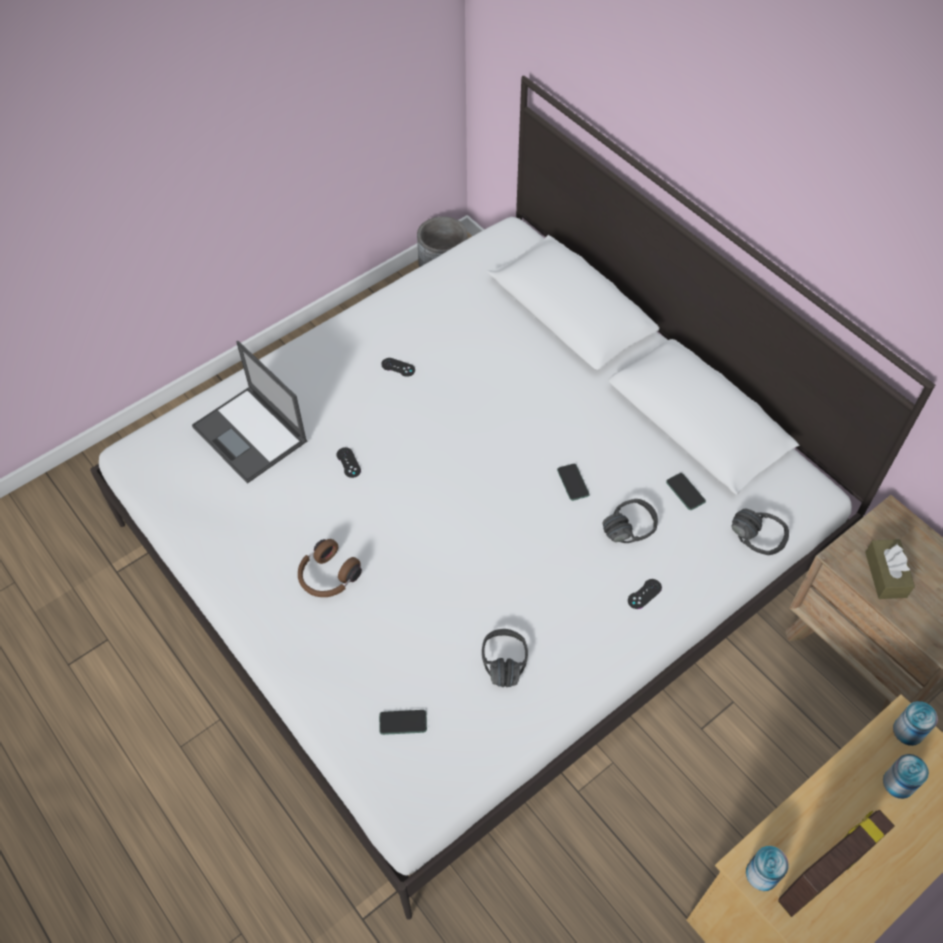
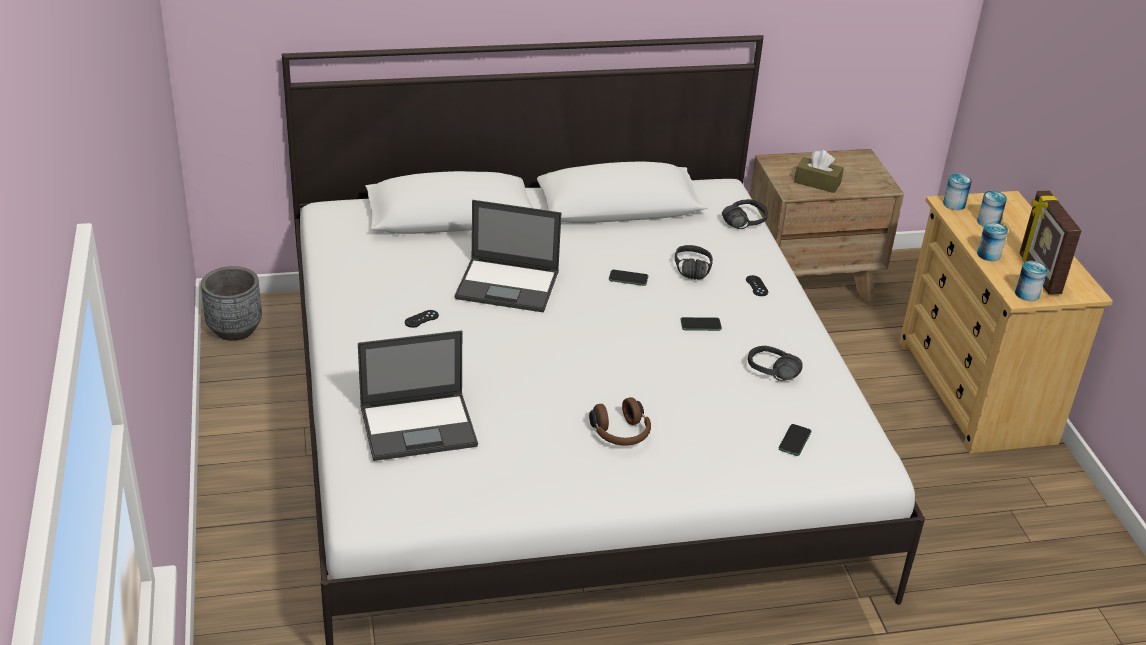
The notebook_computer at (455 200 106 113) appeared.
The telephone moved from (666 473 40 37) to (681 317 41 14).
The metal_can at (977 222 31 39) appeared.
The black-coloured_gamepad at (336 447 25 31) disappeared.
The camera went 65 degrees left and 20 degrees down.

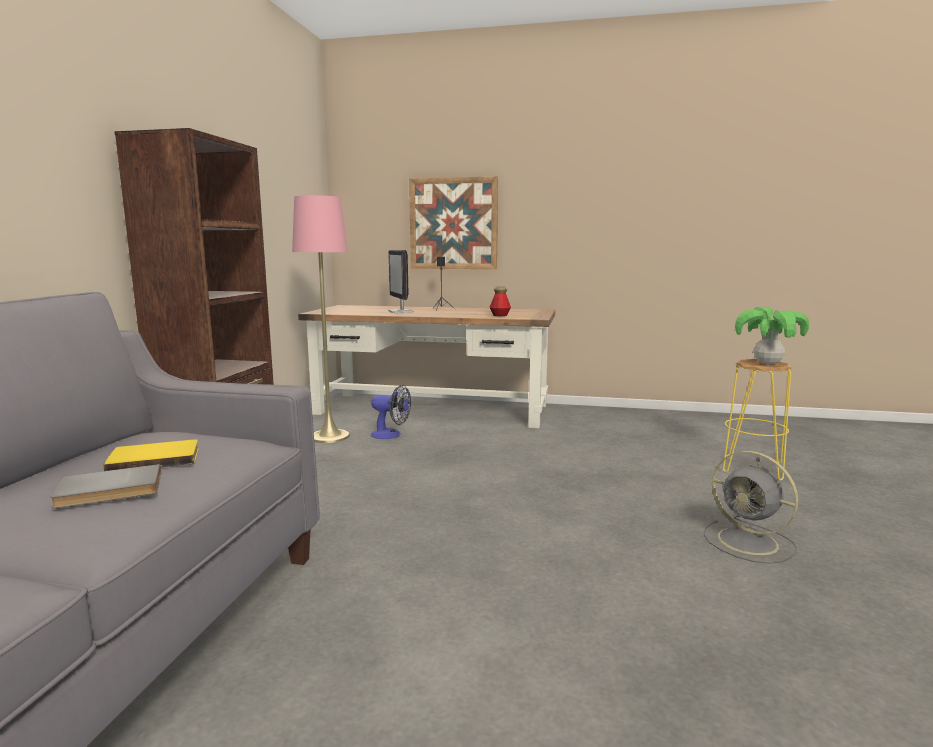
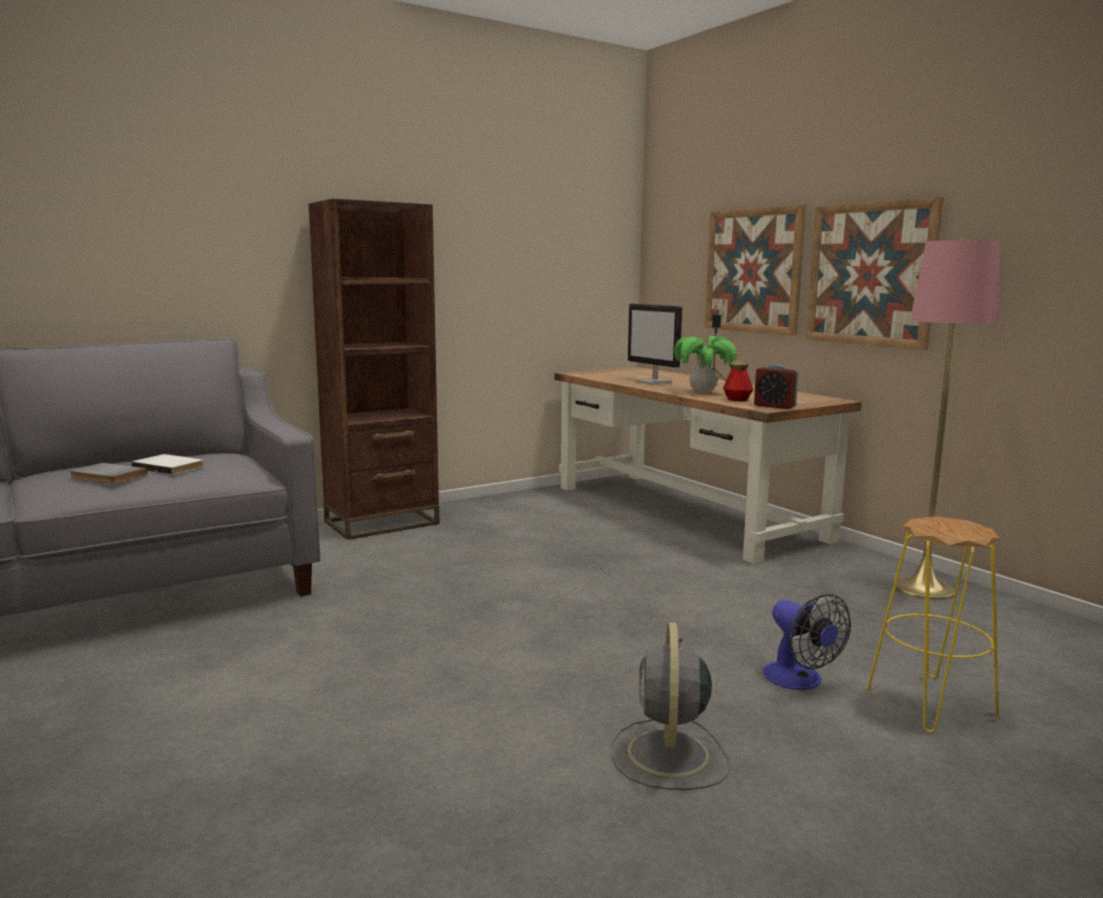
The yellowish_volume at (103 439 96 32) became the white-coloured_volume at (131 454 73 21).
The computer_display at (388 250 26 63) turned 60 degrees counterclockwise.
The potted_plant moved from (735 307 74 58) to (674 336 63 57).
The table_clock at (754 364 45 45) appeared.
The cooling_fan moved from (371 385 40 54) to (763 594 88 96).
The wall_art at (806 197 138 153) appeared.
The pink_standard_lamp moved from (292 195 58 248) to (893 238 106 362).
The camera went 45 degrees right and 0 degrees up.

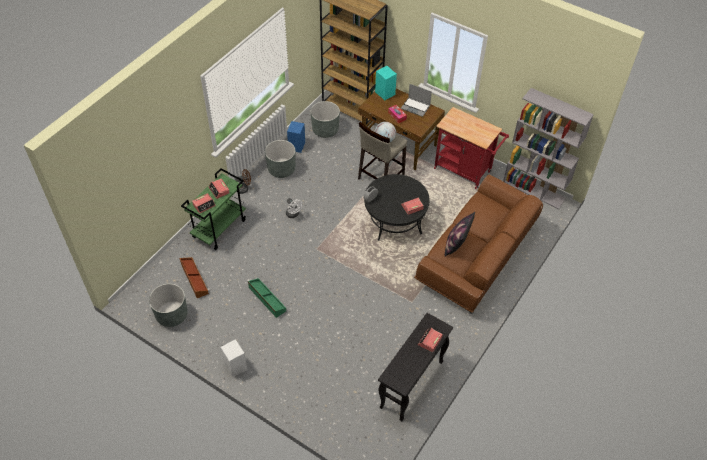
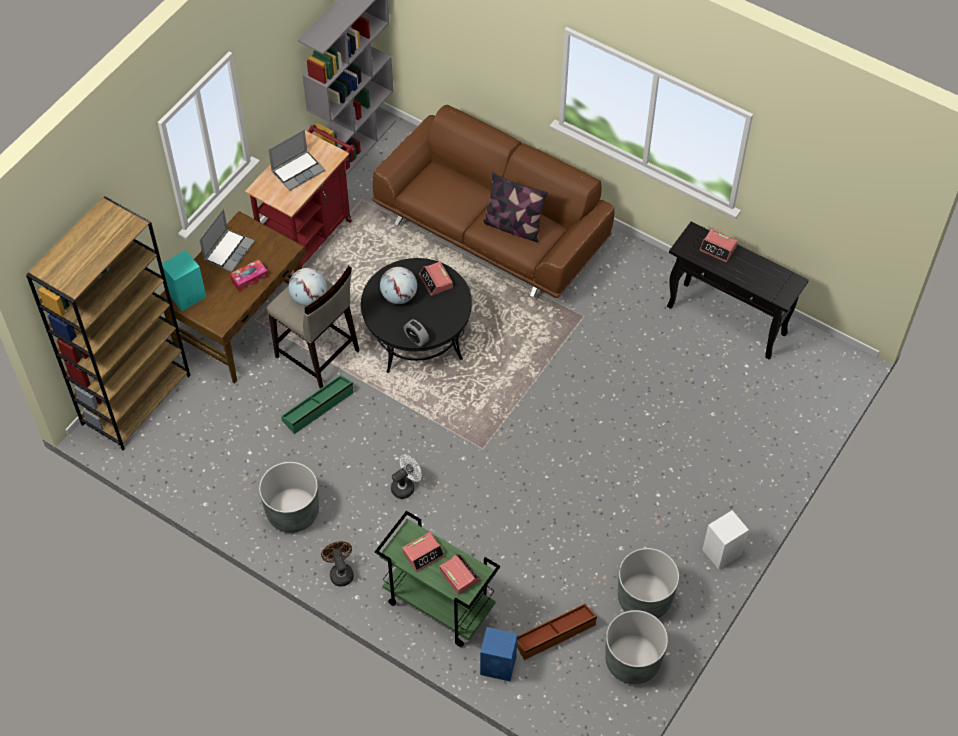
The notebook_computer at (268 129 57 62) appeared.
The green_storage_bin moved from (248 278 38 40) to (281 375 73 59).
The world_globe at (380 267 37 37) appeared.
The blue_loudspeaker moved from (287 121 18 32) to (480 627 37 54).
The greyish_planter moved from (310 101 30 37) to (618 548 61 70).
The camera went 90 degrees left and 5 degrees up.

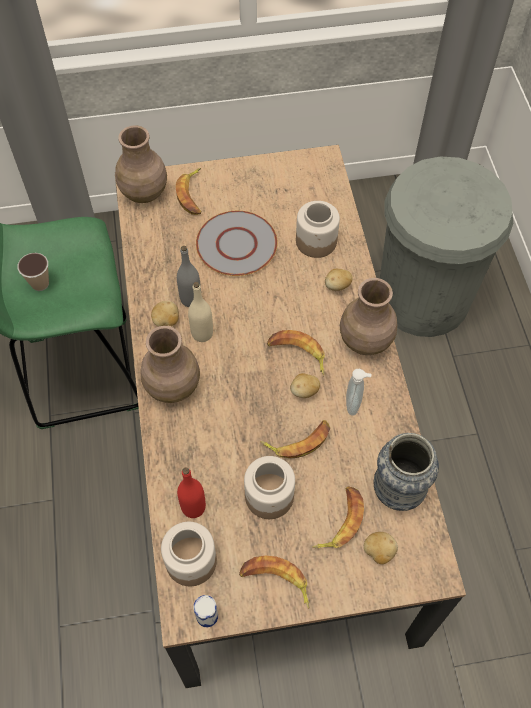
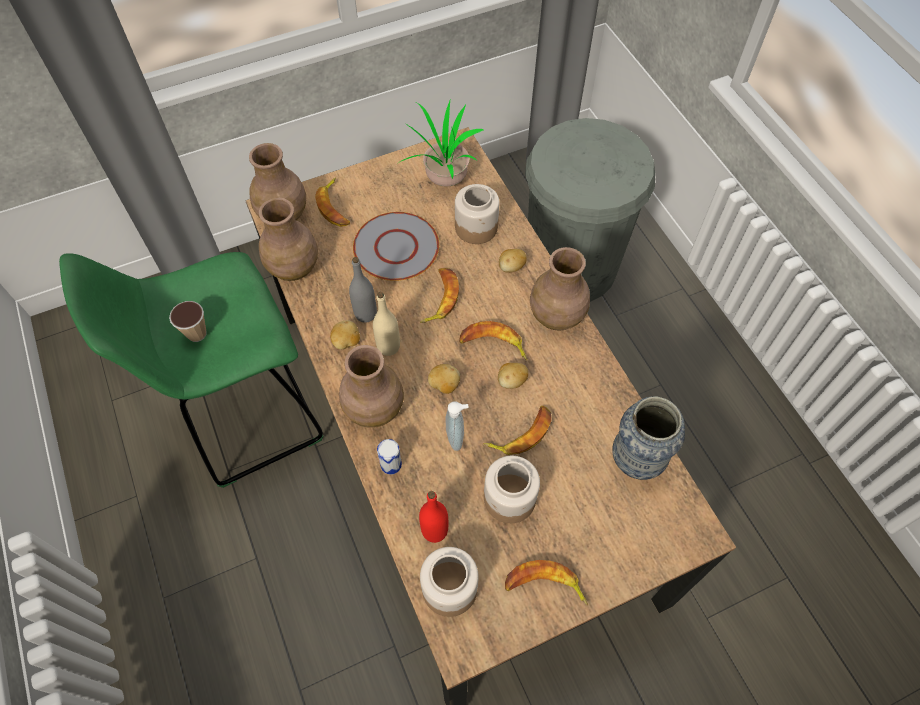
The brownish_flower_vase at (259 198 59 83) appeared.
The metal_can moved from (193 595 25 32) to (377 439 25 36).
The potted_plant at (398 101 86 86) appeared.
The banana_fruit moved from (313 486 51 62) to (420 268 39 55).
The whole_potato moved from (364 532 34 32) to (428 364 32 30).
The soap_dispenser moved from (346 369 25 47) to (446 401 23 50).
The camera went 15 degrees left and 0 degrees up.

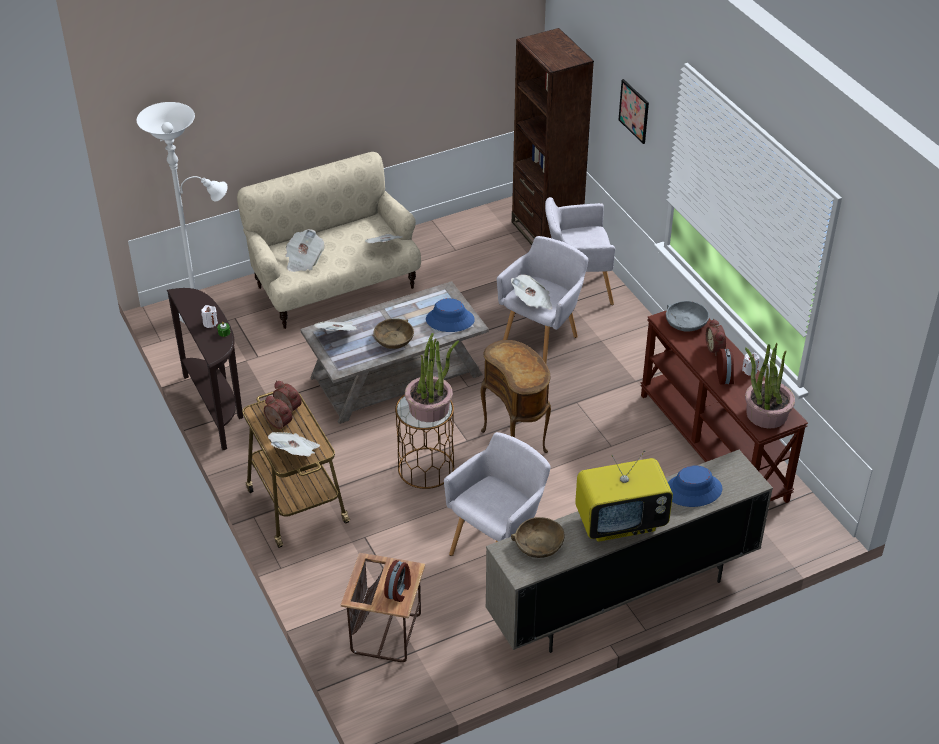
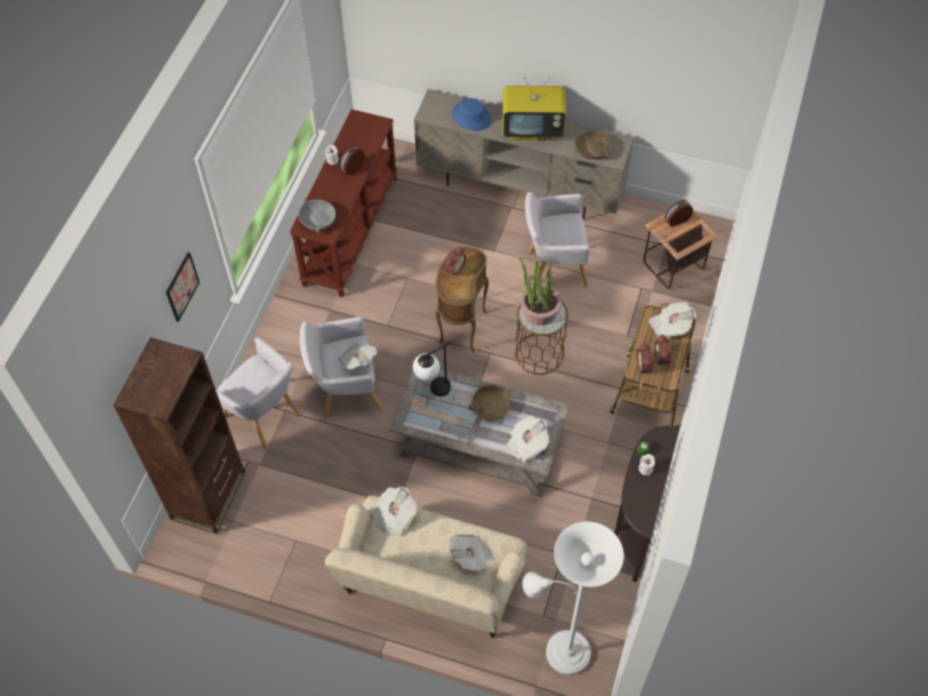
The blue_clothing_hat at (426 298 49 34) was replaced by the tabletop_lamp at (413 341 39 55).
The table_clock moved from (706 319 20 36) to (444 246 22 30).
The television at (575 450 98 92) turned 150 degrees clockwise.
The potted_plant at (745 343 50 85) disappeared.
The camera went 135 degrees left and 15 degrees up.

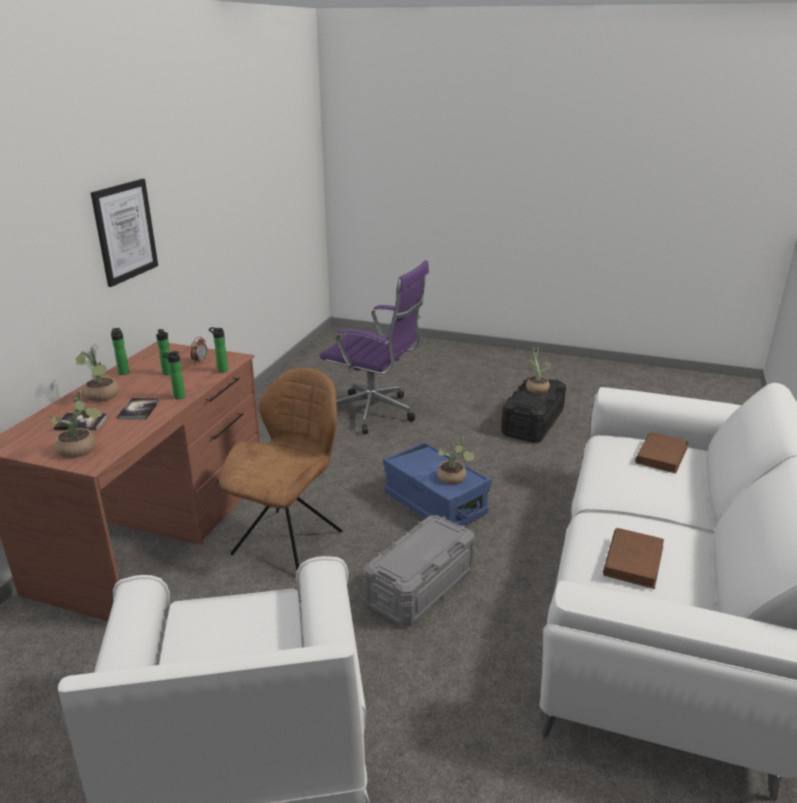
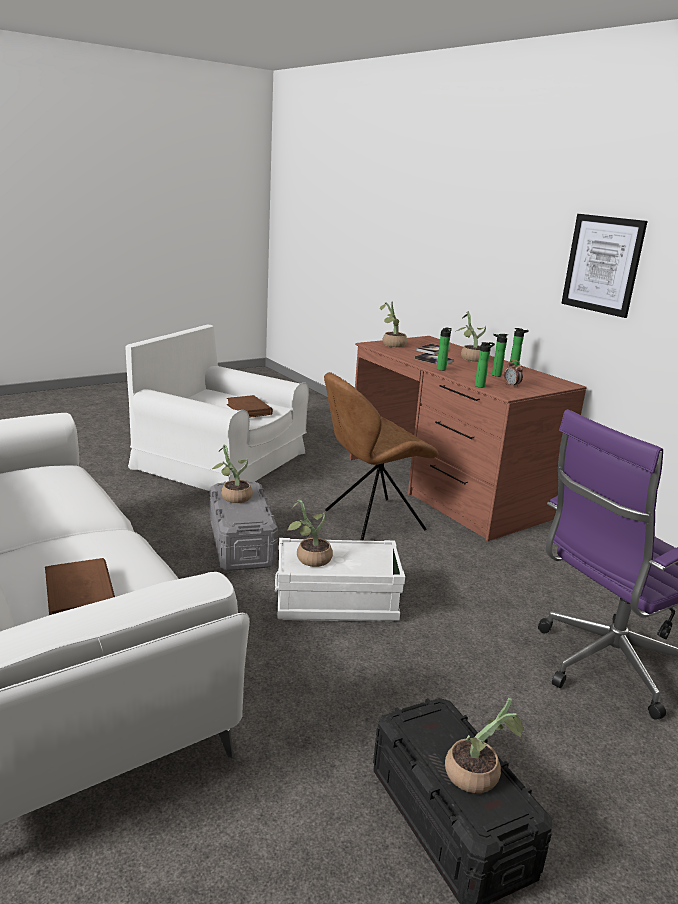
The potted_plant at (210 444 43 59) appeared.
The brownish_volume moved from (603 528 61 61) to (227 395 46 23).
The blue_storage_bin at (383 441 108 85) became the white-coloured_storage_bin at (275 538 130 83).
The brownish_upright_chair at (219 368 123 202) turned 90 degrees clockwise.
The camera went 125 degrees right and 5 degrees down.

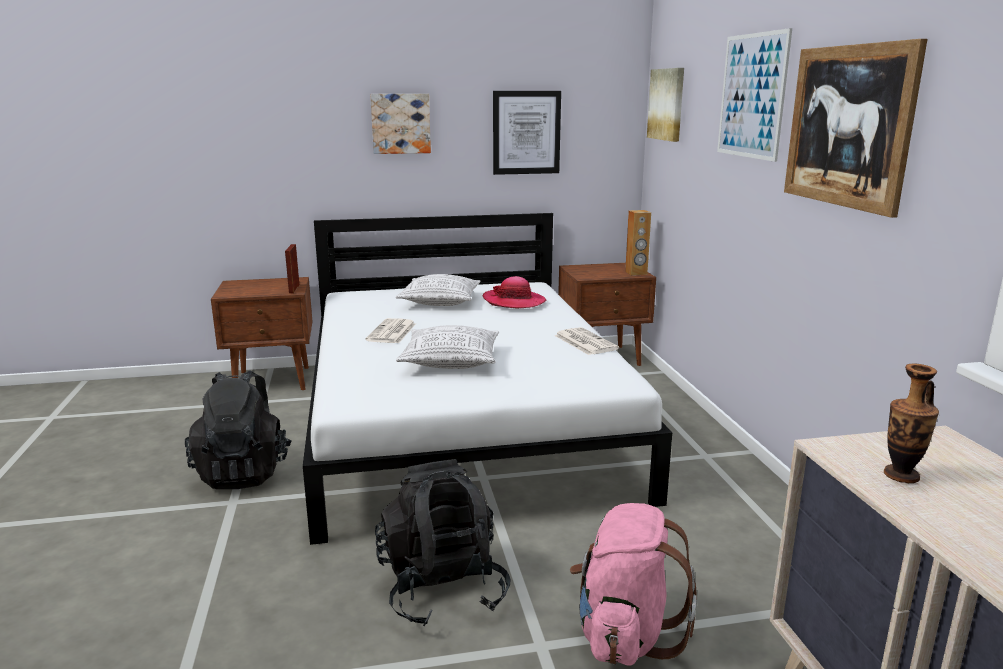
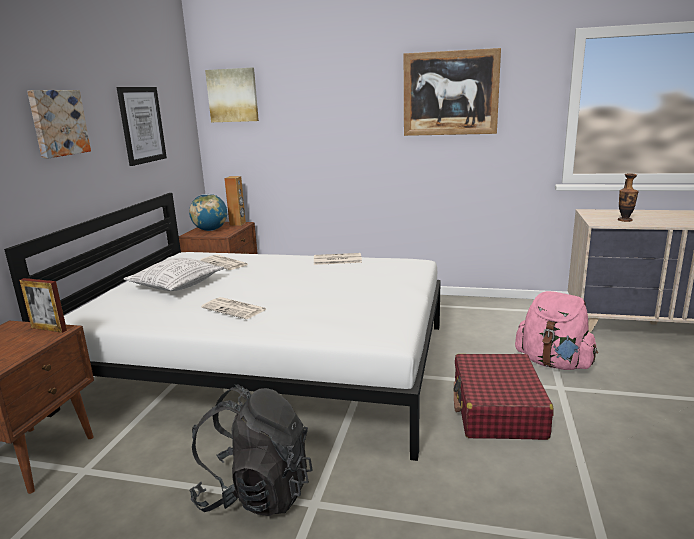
The world_globe at (189 194 38 37) appeared.
The clothing_hat at (483 276 63 33) was replaced by the daily_paper at (200 255 49 15).
The black-coloured_backpack at (375 459 136 167) was replaced by the red-coloured_travel_case at (454 354 100 86).
The cushion at (396 325 103 44) disappeared.
The wall_art at (717 28 75 134) disappeared.
The camera went 65 degrees left and 0 degrees up.

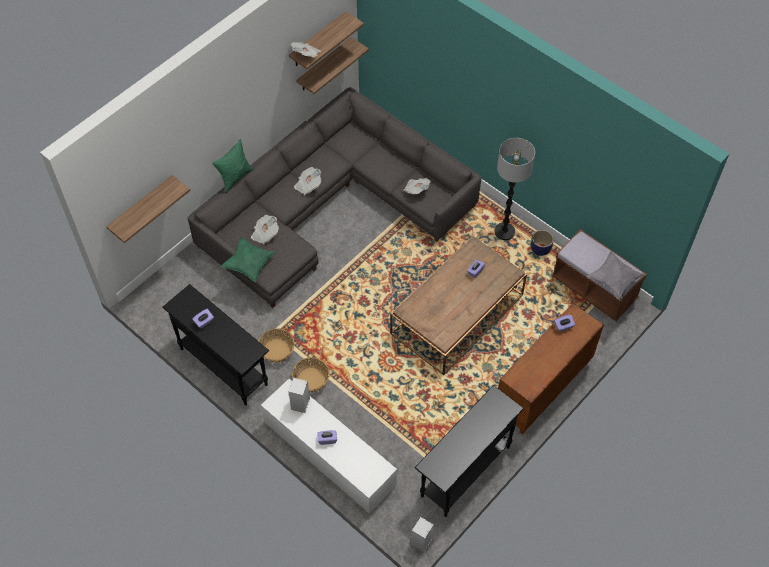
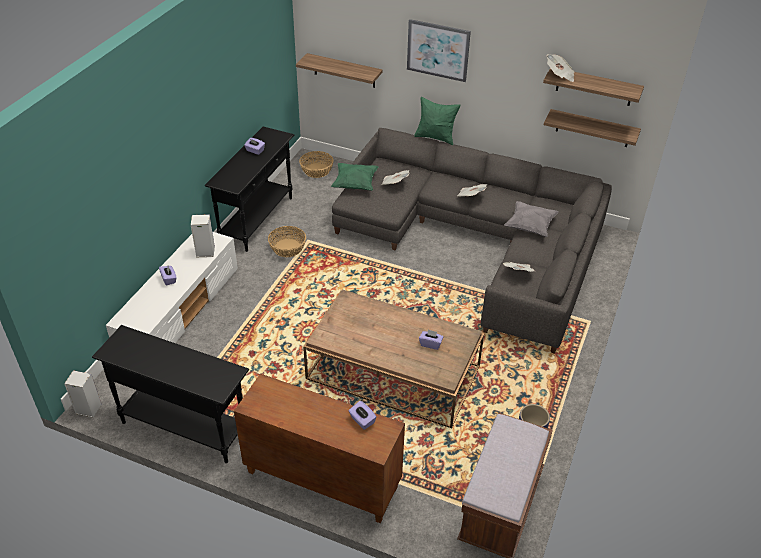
The basket moved from (292 357 38 35) to (299 151 35 27).
The wall_art at (407 19 64 63) appeared.
The greyish_cushion moved from (587 251 57 50) to (504 201 55 36).
The standard_lamp at (495 138 40 102) disappeared.
The camera went 70 degrees right and 15 degrees down.

